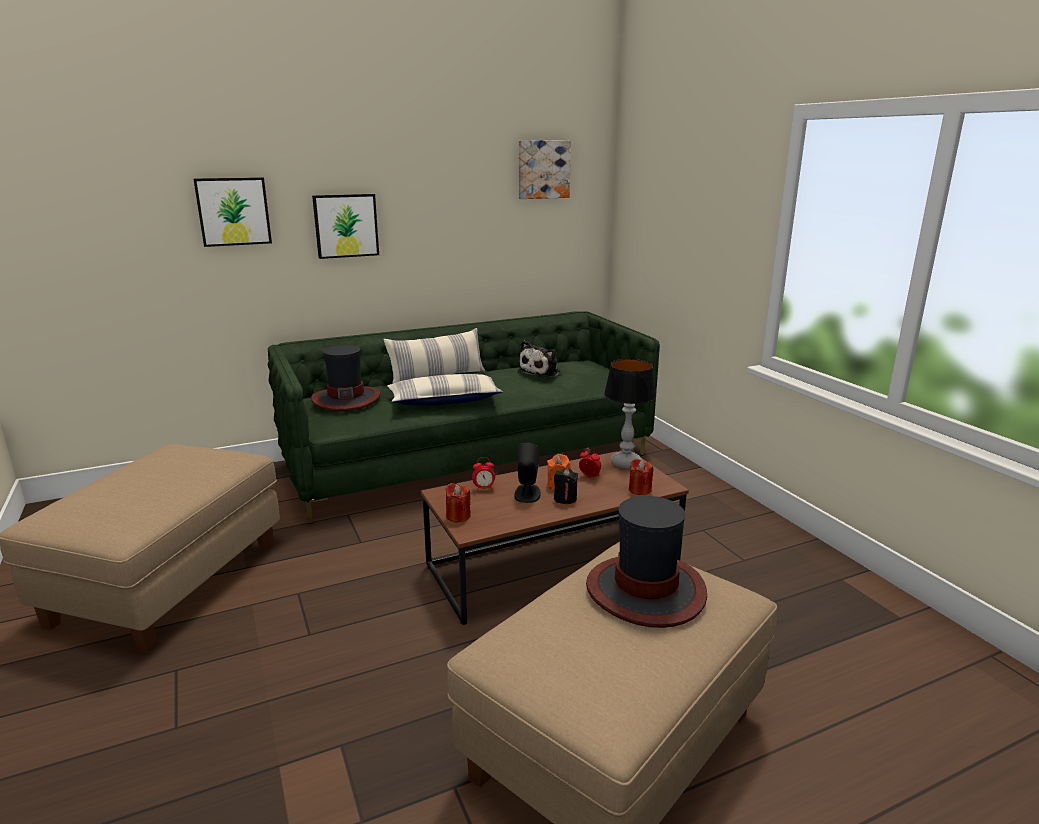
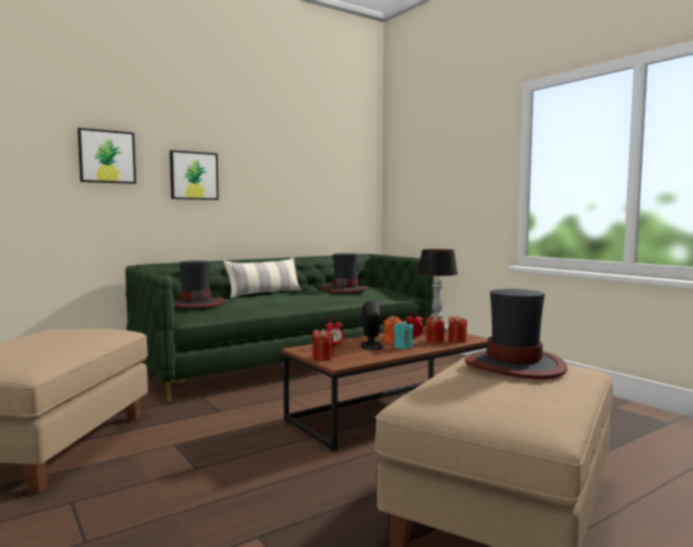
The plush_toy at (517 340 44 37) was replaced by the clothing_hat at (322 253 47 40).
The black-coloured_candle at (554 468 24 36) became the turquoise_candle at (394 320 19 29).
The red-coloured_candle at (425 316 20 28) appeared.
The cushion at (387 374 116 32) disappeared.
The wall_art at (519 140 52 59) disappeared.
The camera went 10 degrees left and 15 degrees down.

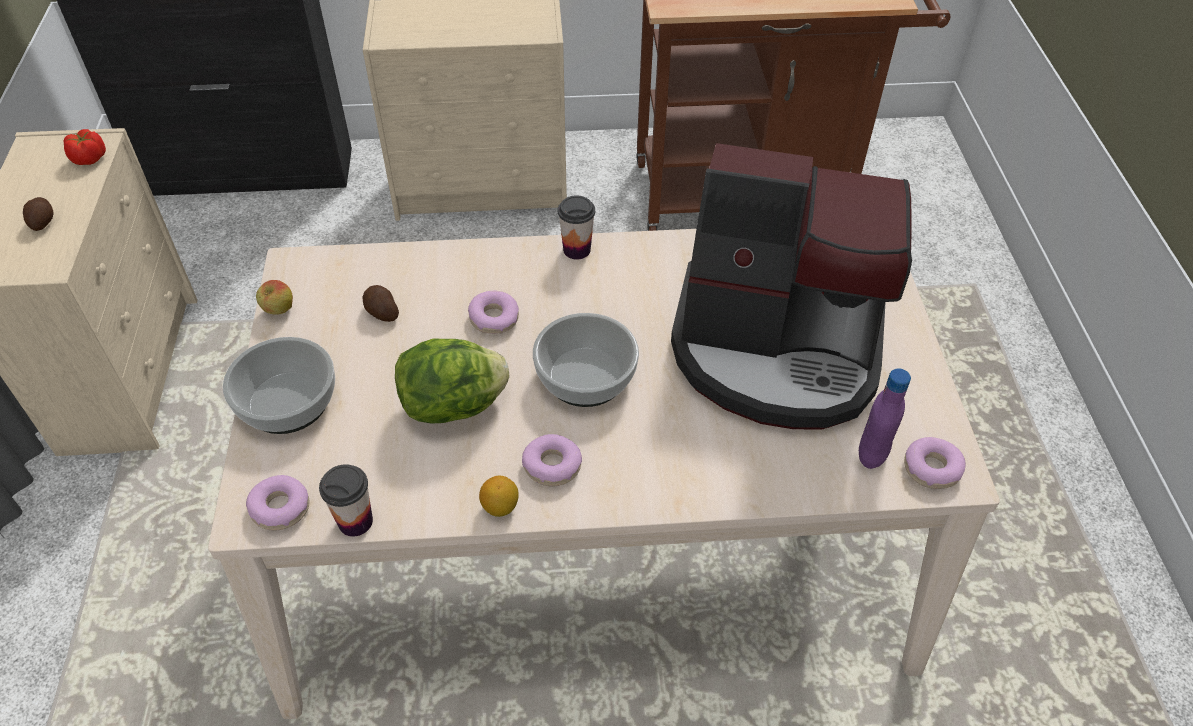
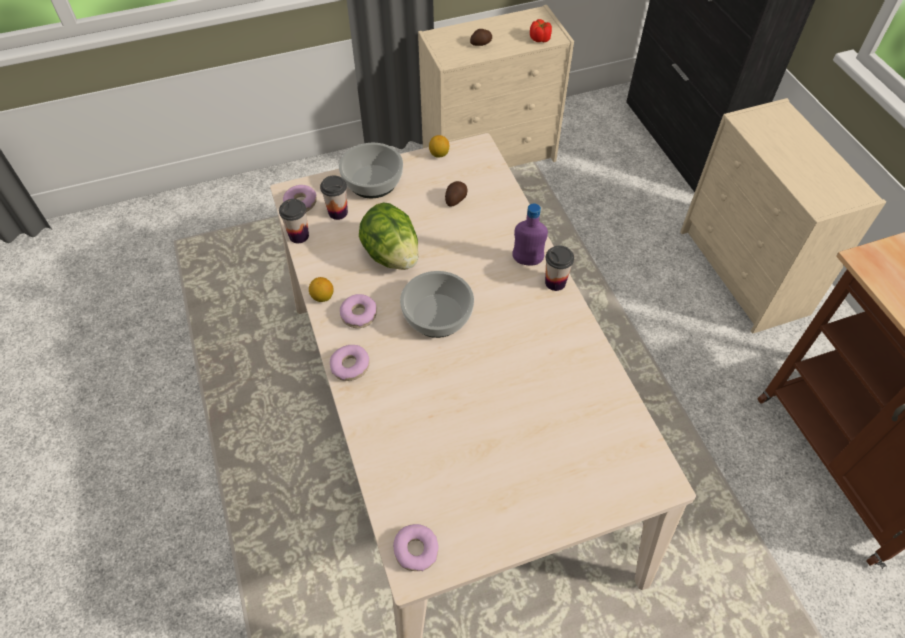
The small_cup at (320 175 28 45) appeared.
The doughnut moved from (468 291 51 43) to (330 345 39 36).
The whole_apple at (256 280 37 35) was replaced by the lemon at (429 135 20 23).
The purple-coloured_beverage_bottle moved from (859 368 52 101) to (512 203 36 62).
The coffee_machine at (671 143 241 287) disappeared.
The camera went 75 degrees right and 5 degrees up.

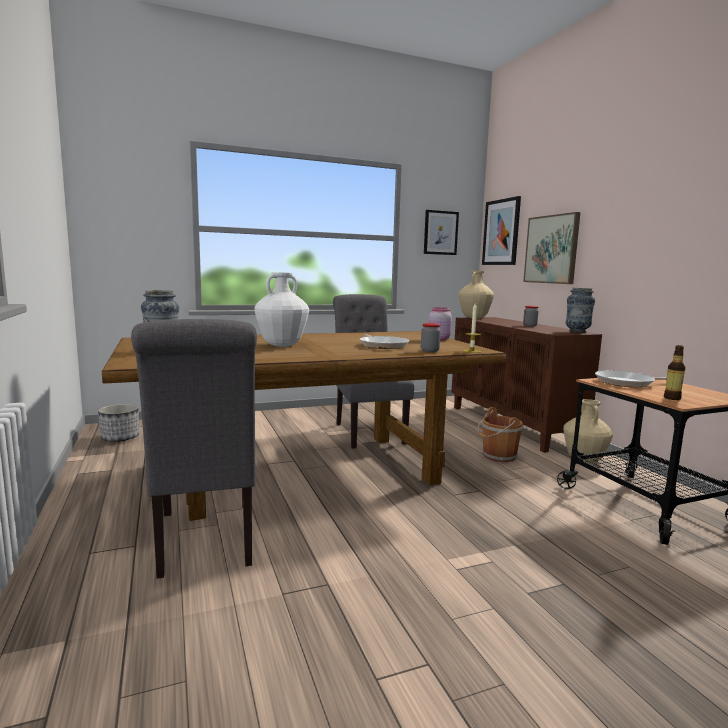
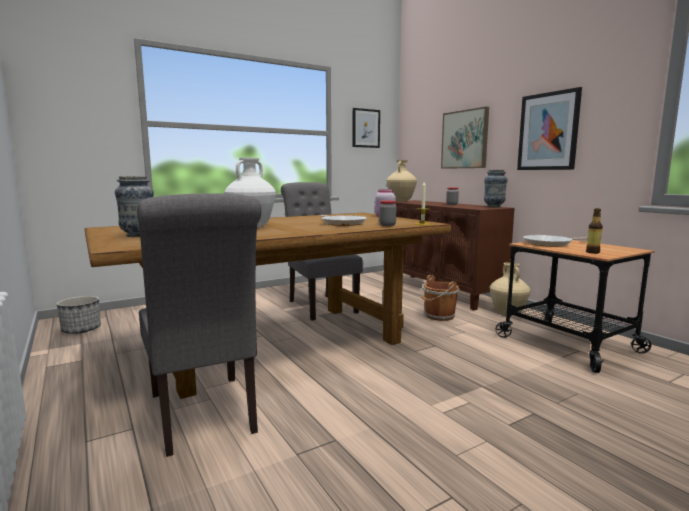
The wall_art moved from (482 196 39 69) to (517 87 65 83).
The camera went 10 degrees left and 0 degrees up.

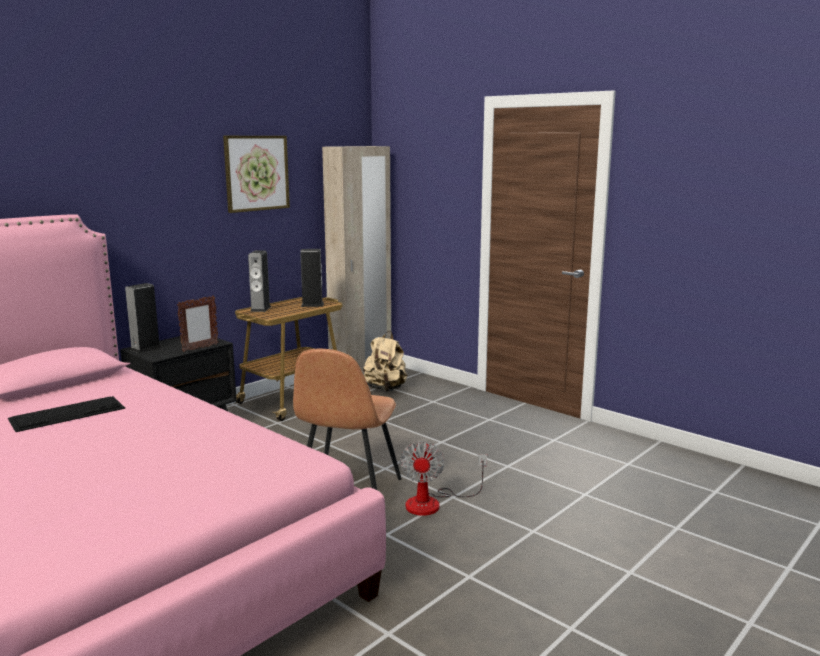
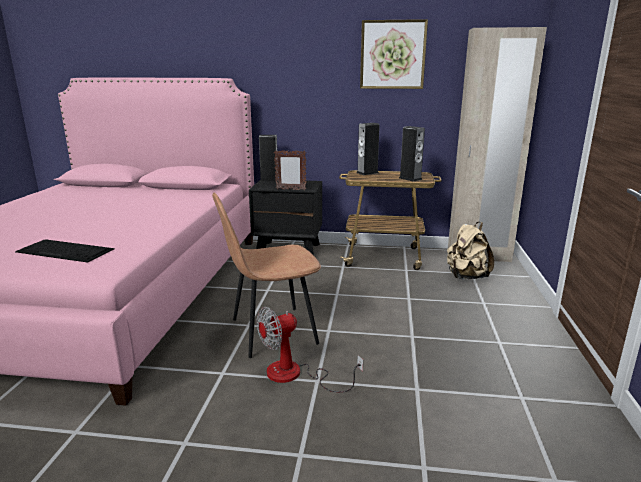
The computer_keyboard moved from (8 396 117 36) to (15 239 100 24).
The camera went 55 degrees right and 5 degrees up.

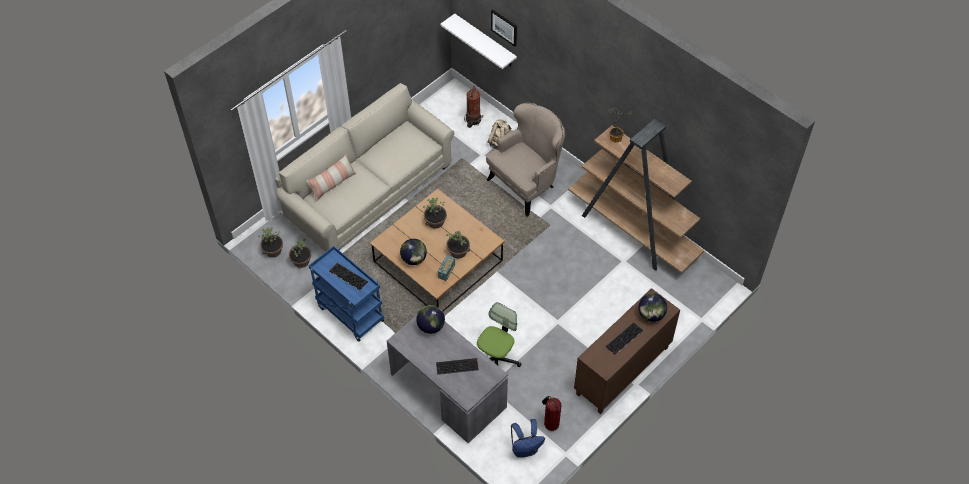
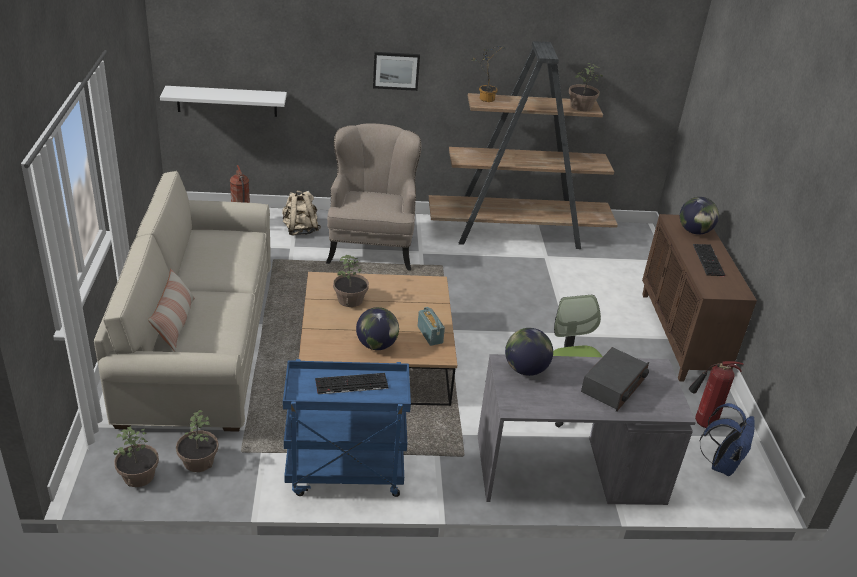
The wall_art moved from (491 9 26 38) to (373 52 47 39).
The potted_plant moved from (446 230 24 29) to (569 63 34 48).
The computer_keyboard at (436 358 43 17) was replaced by the radio_receiver at (581 347 68 65).
The camera went 50 degrees left and 20 degrees down.

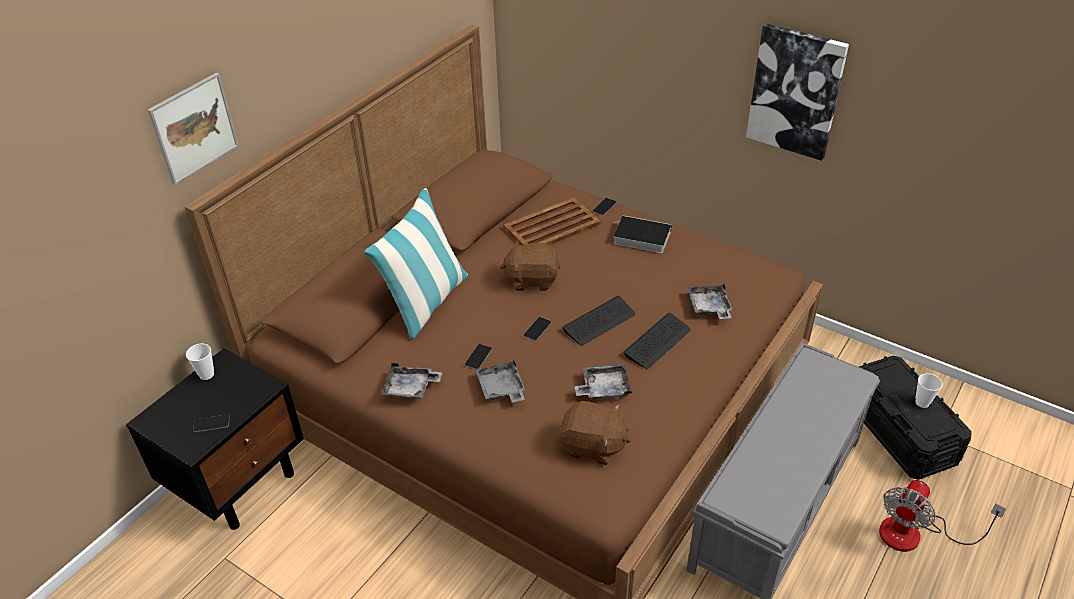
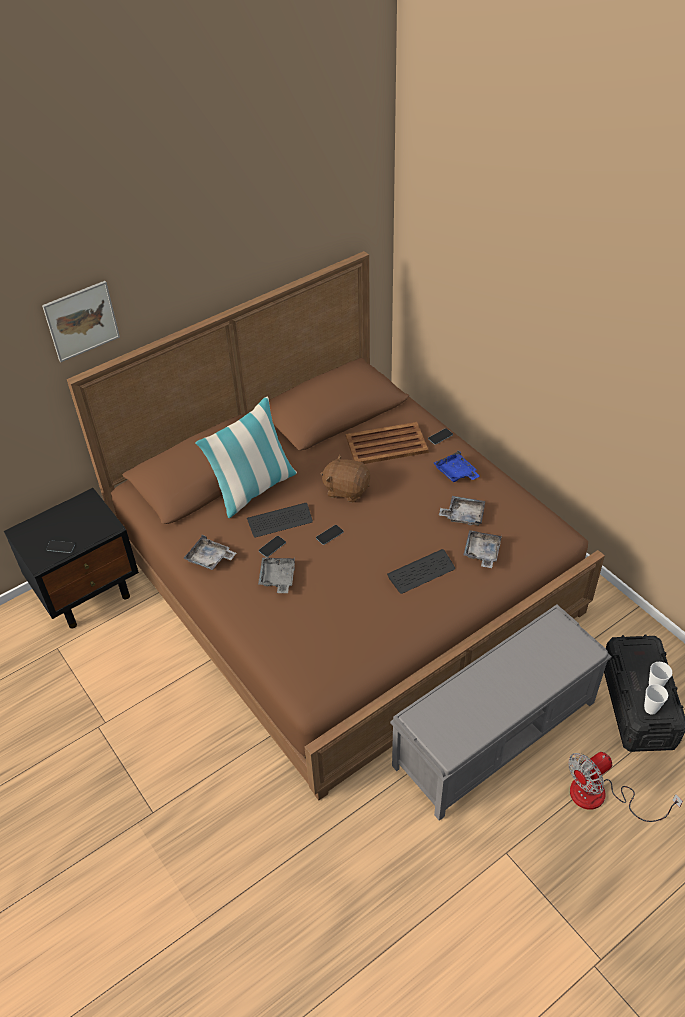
The computer_keyboard moved from (562 296 73 50) to (247 503 66 35).
The volume at (613 216 59 37) was replaced by the blue_serving_tray at (433 450 47 32).
The greyish_serving_tray moved from (575 364 57 36) to (439 496 46 29).
The small_cup moved from (186 343 28 37) to (644 684 24 31).
The brownish_plush_toy at (560 401 71 64) disappeared.
The wall_art at (746 23 103 138) disappeared.
The camera went 20 degrees right and 5 degrees up.

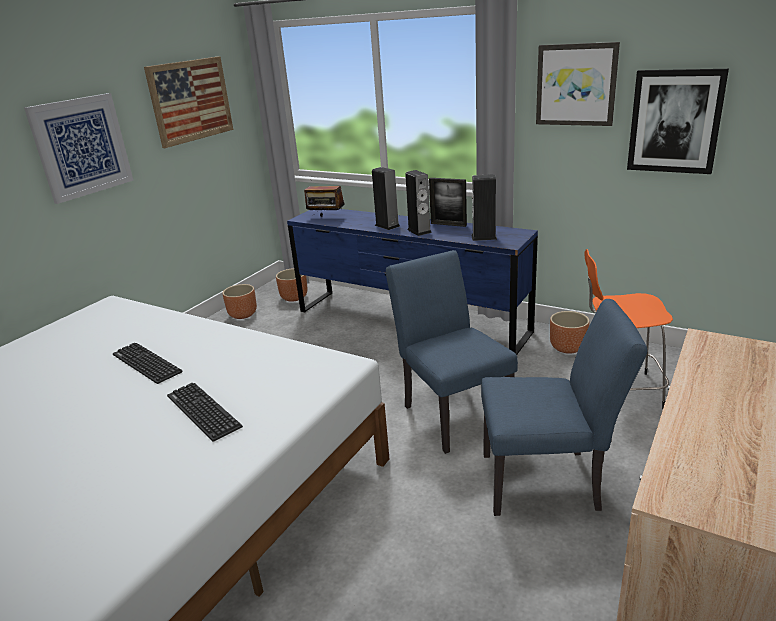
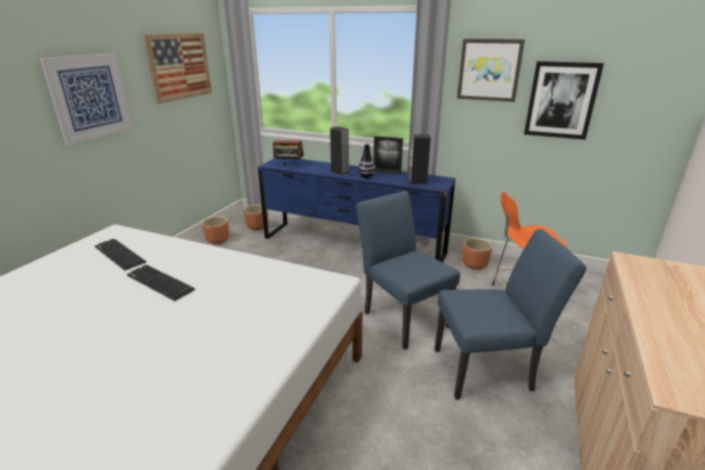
The computer_keyboard moved from (167 383 76 59) to (95 239 51 31).
The loudspeaker at (405 170 27 66) was replaced by the flower_vase at (358 143 18 35).
The camera went 10 degrees left and 0 degrees up.

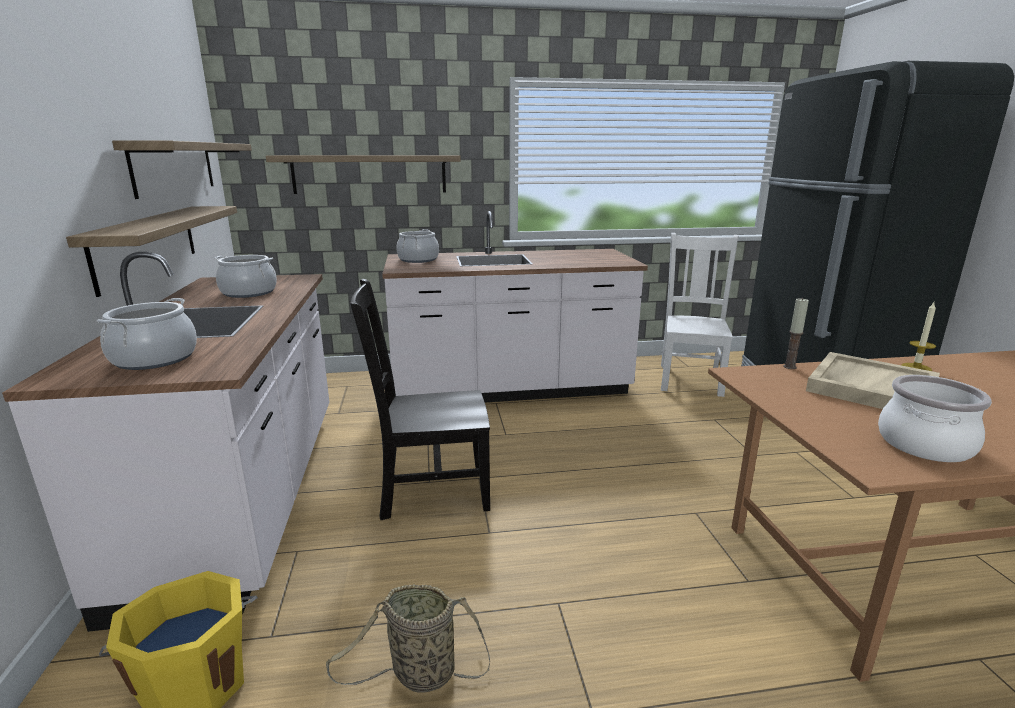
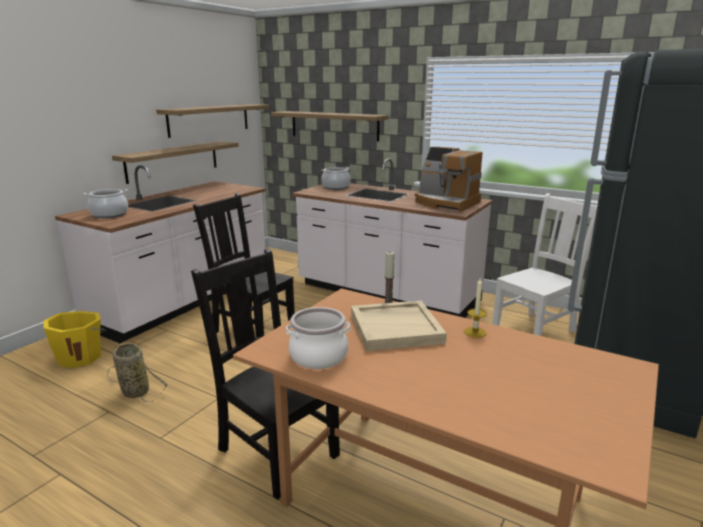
The black-coloured_upright_chair at (191 249 149 251) appeared.
The coffee_machine at (415 146 68 66) appeared.
The cooking_pot at (214 255 63 43) disappeared.
The camera went 40 degrees right and 0 degrees up.

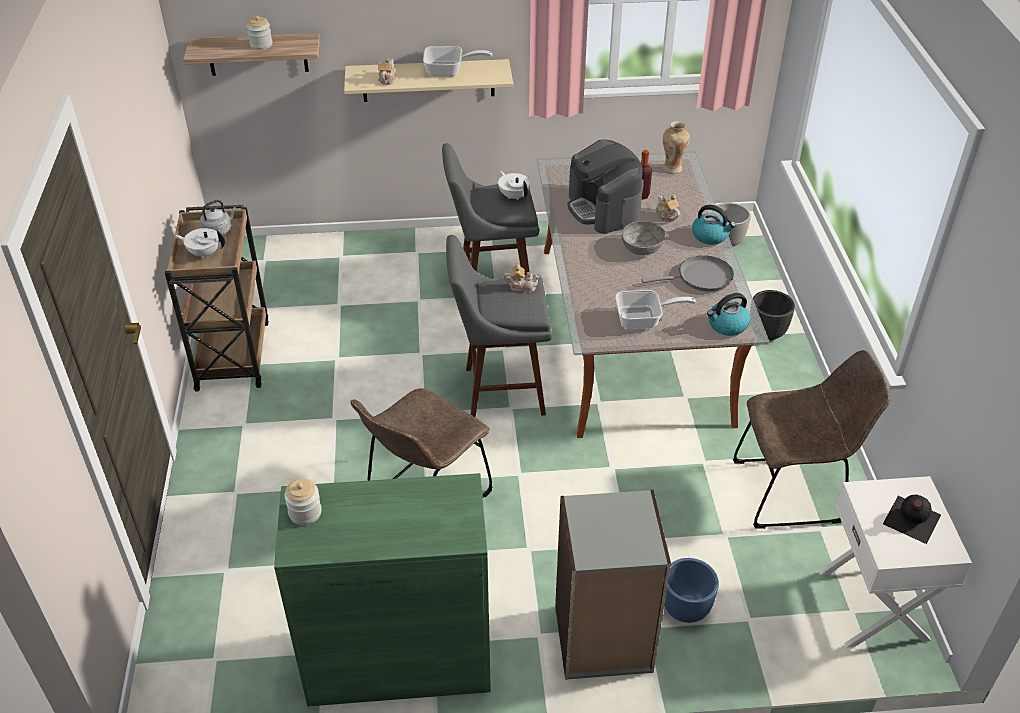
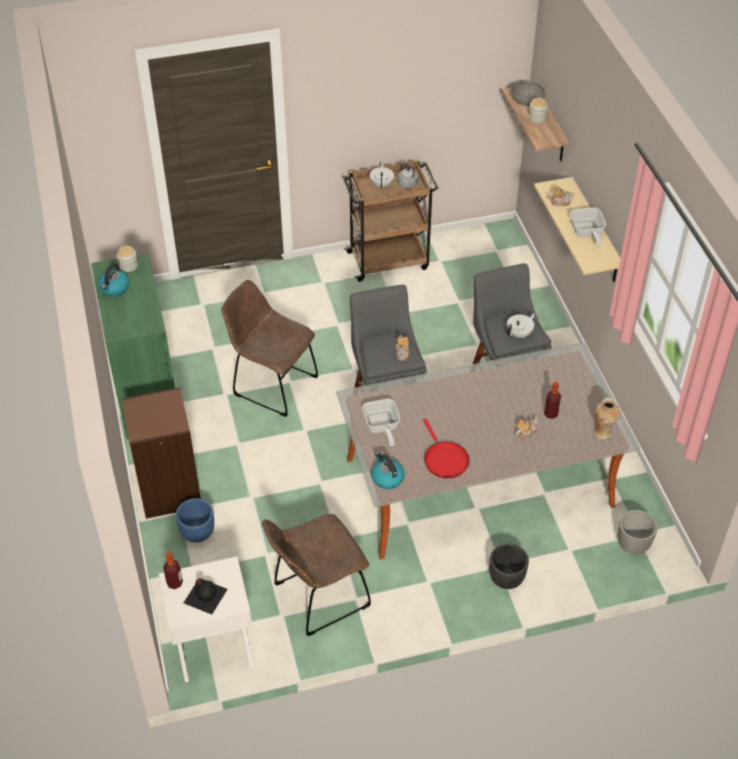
The water_kettle moved from (692 205 44 40) to (98 263 31 33).
The greyish_bookcase at (555 490 116 190) became the brownish_bookcase at (122 387 79 132).
The beverage_bottle at (163 552 20 37) appeared.
The brownish_upright_chair at (733 350 157 179) turned 75 degrees clockwise.
The greyish_frying_pan at (641 255 93 37) became the red-coloured_frying_pan at (424 419 46 59).
The greyish_deep_dish moved from (622 221 43 34) to (511 82 34 24).
The coffee_machine at (567 140 76 94) disappeared.
The camera went 80 degrees right and 5 degrees up.

